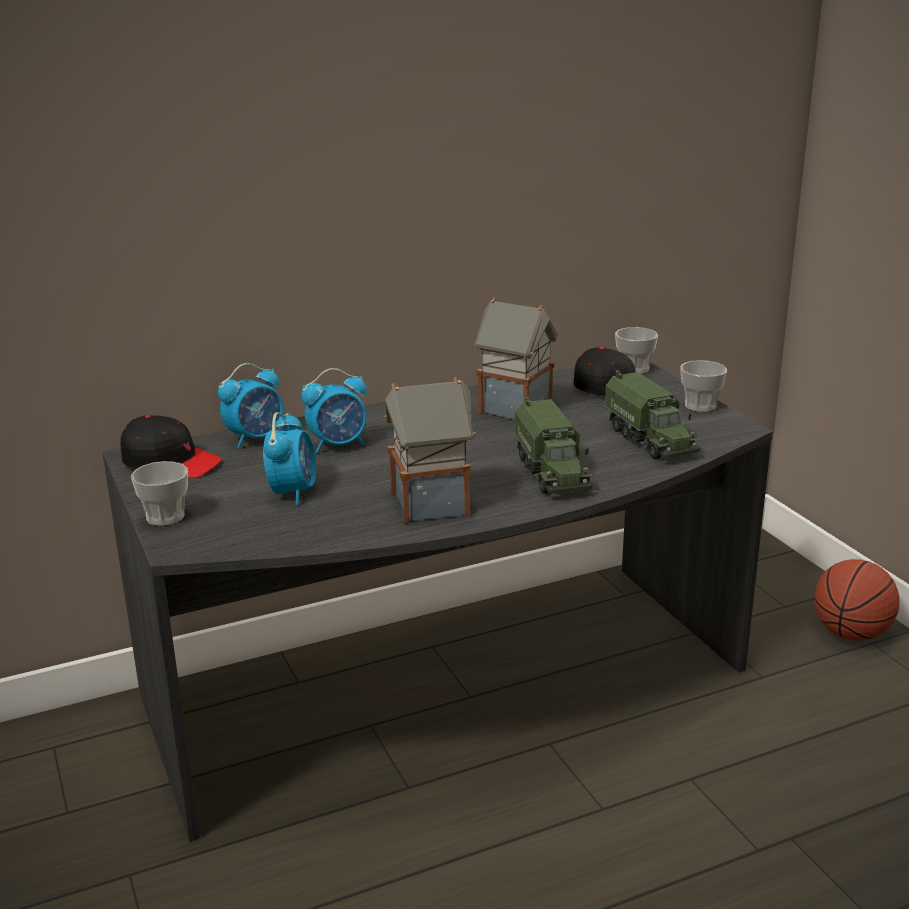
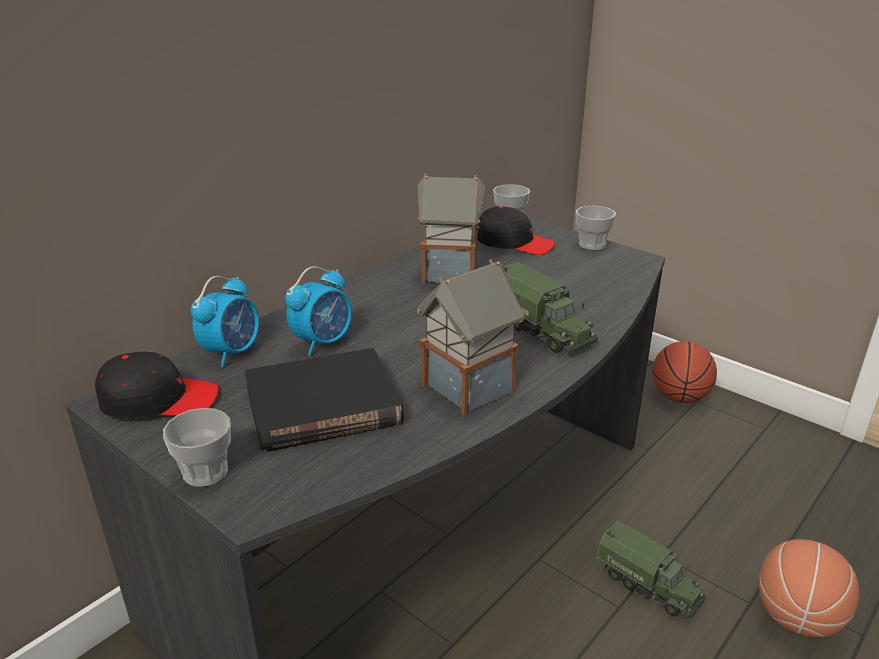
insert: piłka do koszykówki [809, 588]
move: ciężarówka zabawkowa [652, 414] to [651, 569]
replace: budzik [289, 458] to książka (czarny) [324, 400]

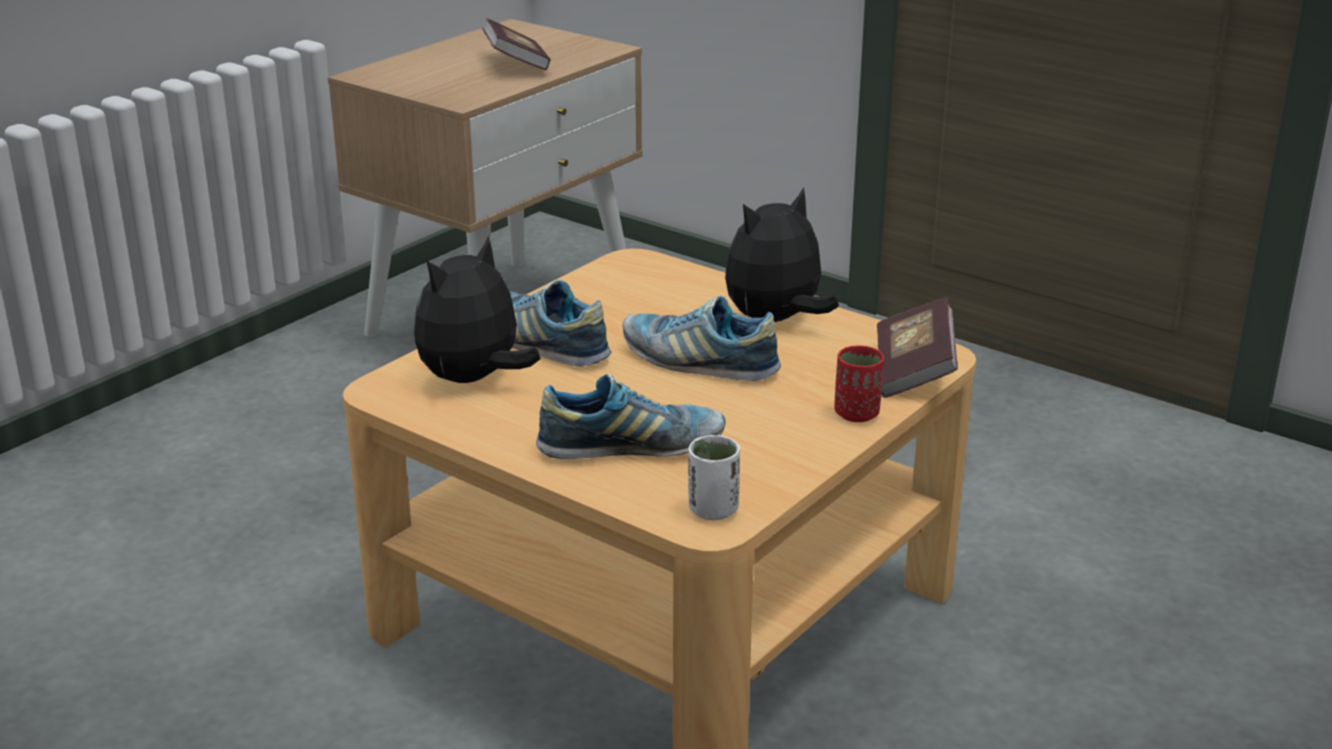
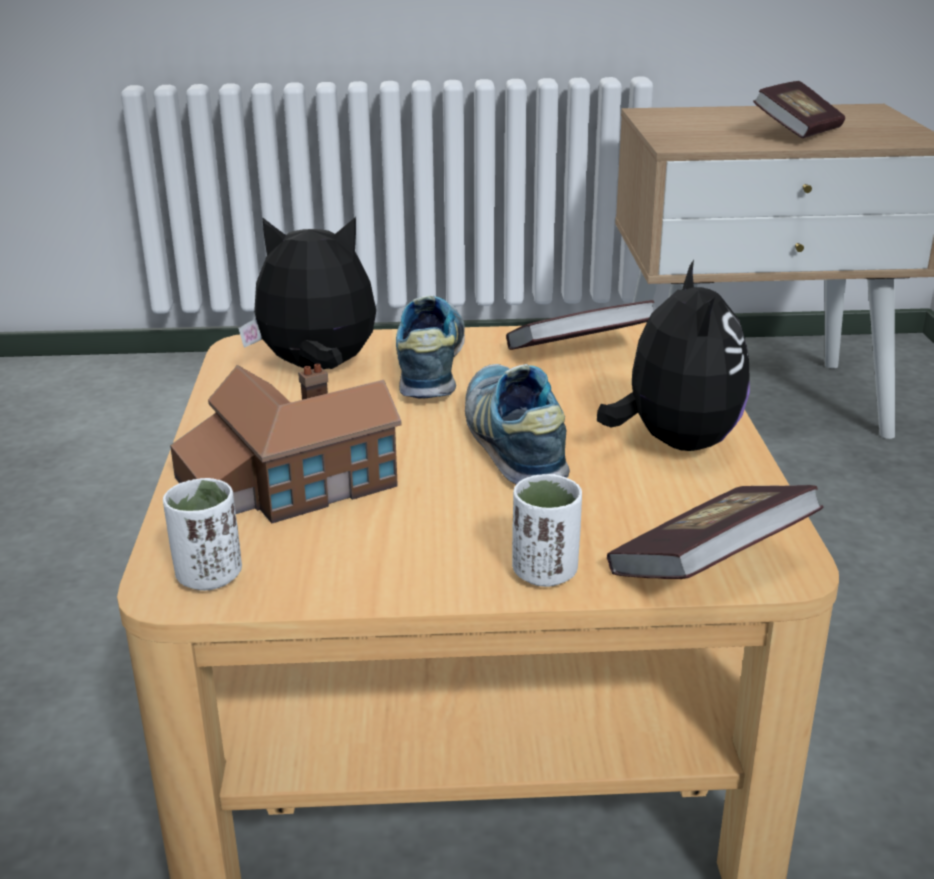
insert: książka [580, 325]
replace: but [630, 416] to domek [285, 443]
recolor: filiżanka (czerwony) [859, 384] to filiżanka (biały) [547, 530]
rotate: pluszak [782, 255] = [673, 355] 75 degrees clockwise

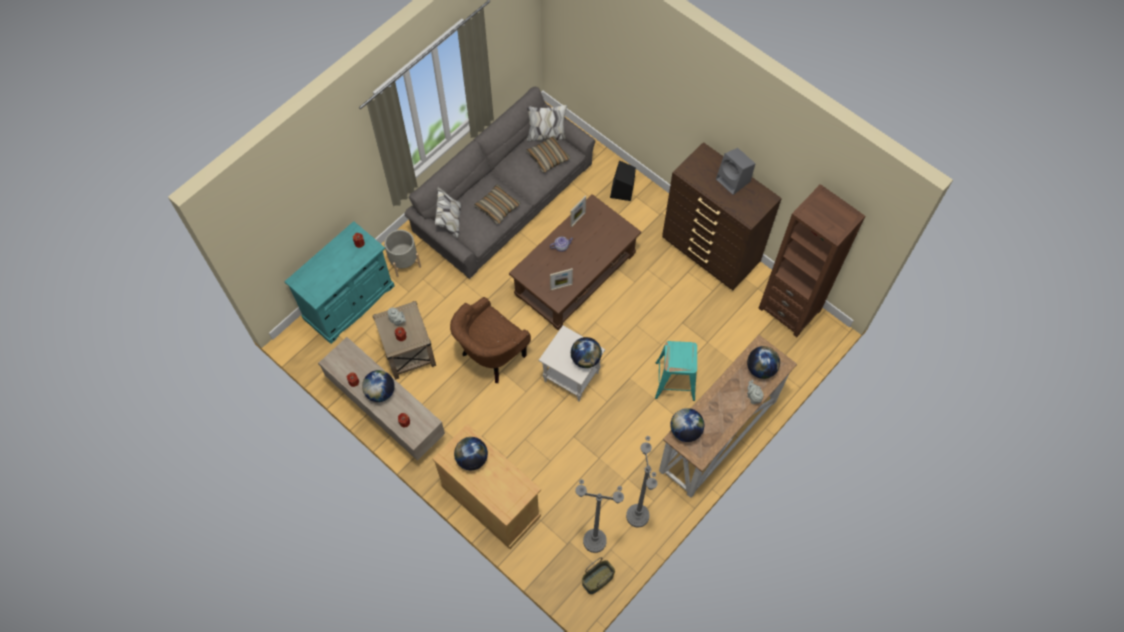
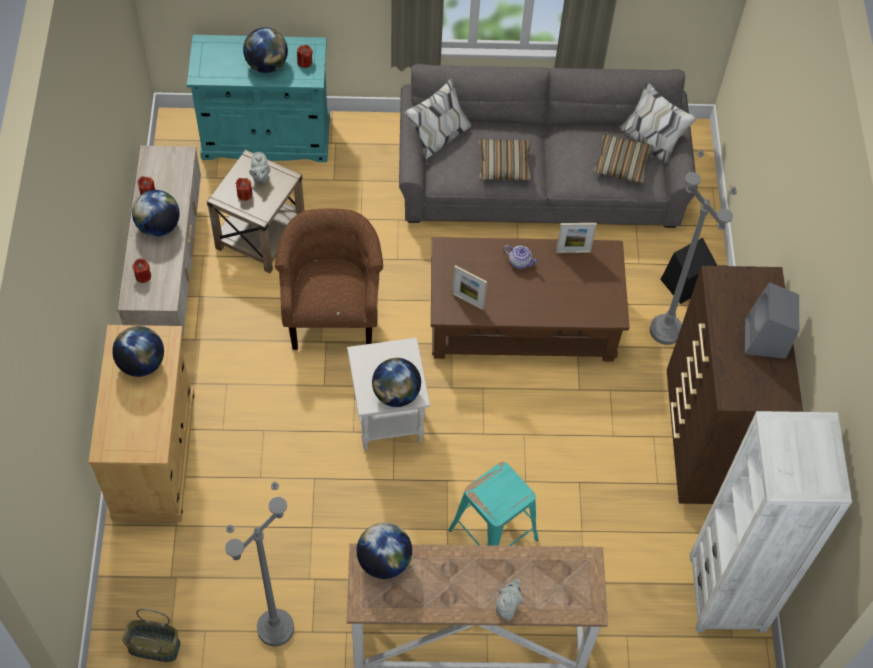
delete: donica (szary) [402, 253]
move: lampa stojąca (szary) [599, 516] to [693, 247]; globus [763, 362] to [265, 50]
recolor: regał (brązowy) [811, 260] to regał (biały) [770, 522]
rotate: fotel (brązowy) [490, 340] = [329, 279] 90 degrees clockwise

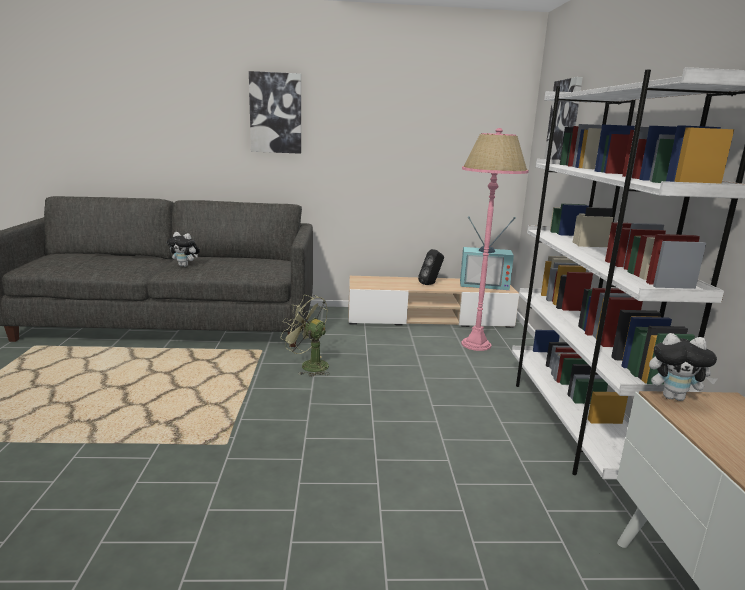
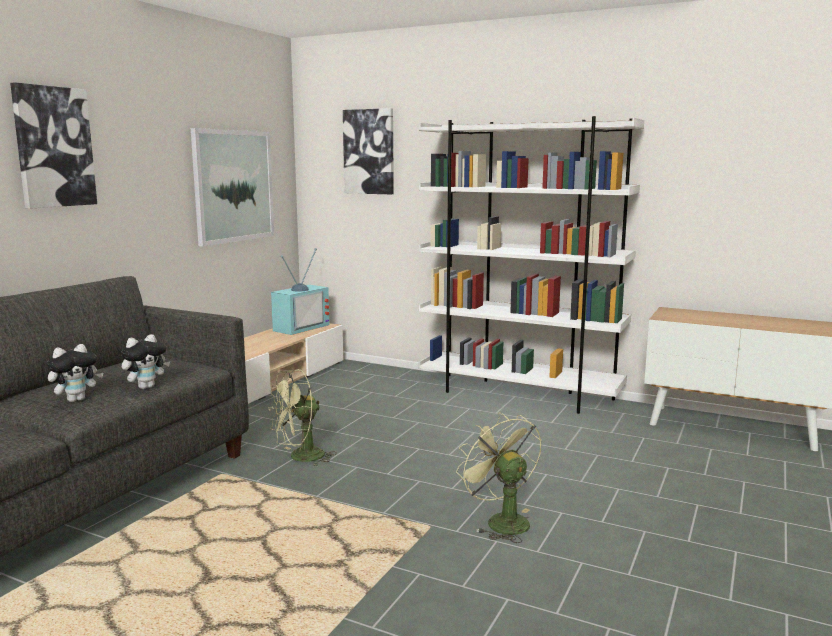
delete: głośnik (czarny) [431, 267]; lampa stojąca (różowy) [495, 239]
insert: obraz [232, 187]; wentylator (zielony) [499, 478]
move: pluszak [683, 367] to [145, 361]

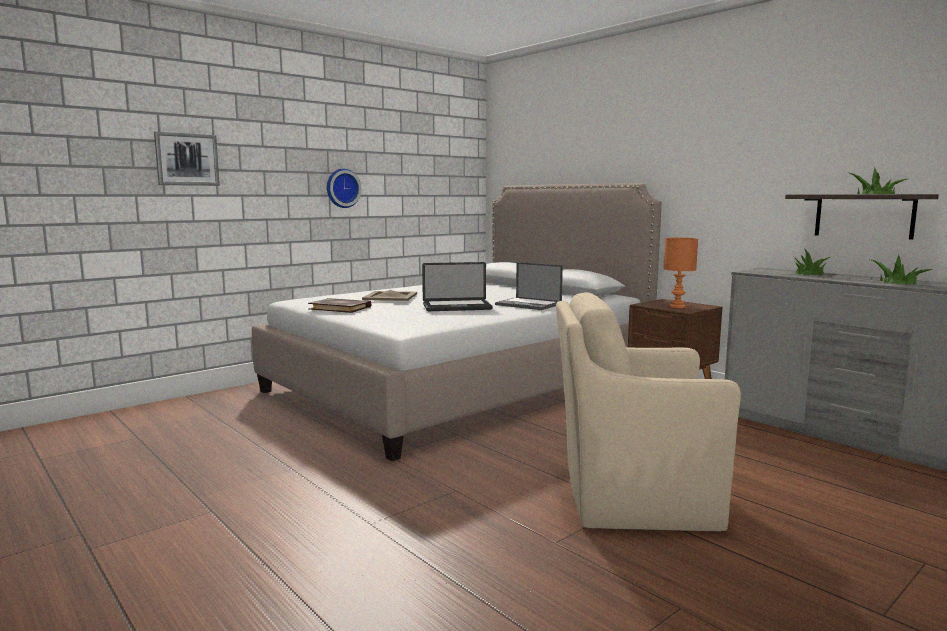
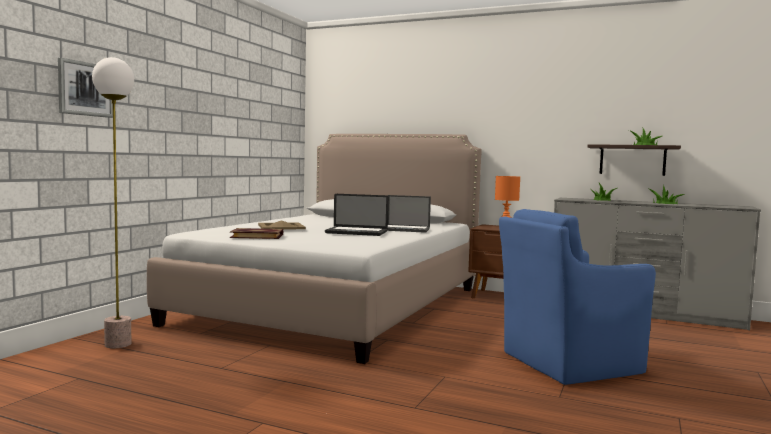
delete: zegar ścienny [344, 188]
insert: lampa stojąca [113, 202]
recolor: fotel (beżowy) [648, 411] to fotel (niebieski) [577, 297]
rotate: laptop [457, 286] = [357, 215] 45 degrees clockwise

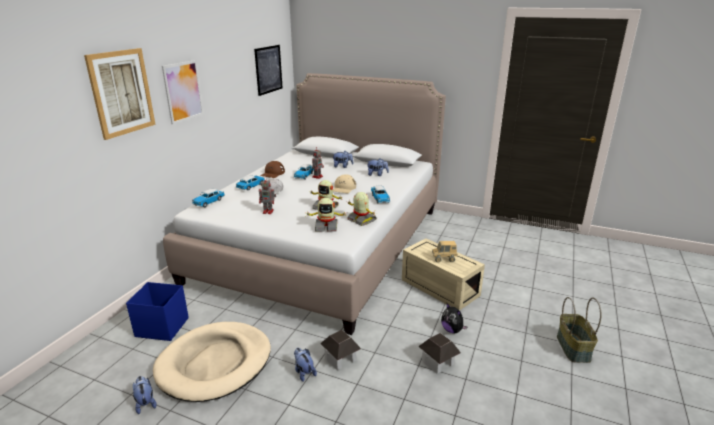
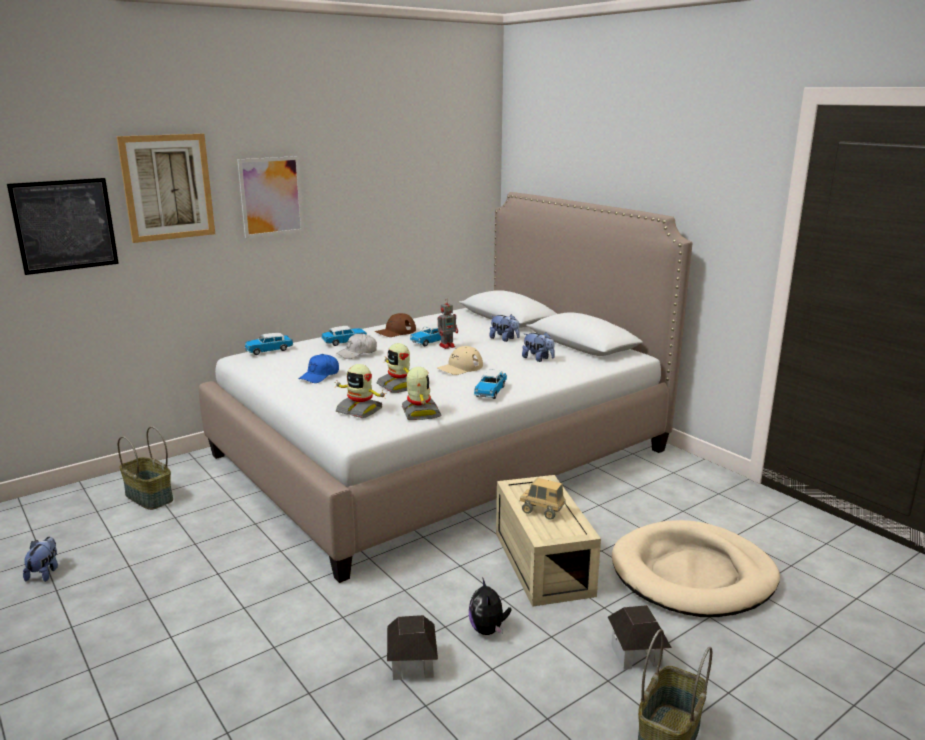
delete: pluszak [305, 365]
move: legowisko (beżowy) [212, 362] to [696, 568]; obraz [268, 70] to [63, 226]; domek [340, 350] to [640, 637]
replace: pojemnik do przechowywania (niebieski) [157, 311] to koszyk [145, 468]; robot zabawkowy [267, 196] to czapka z daszkiem (niebieski) [319, 368]

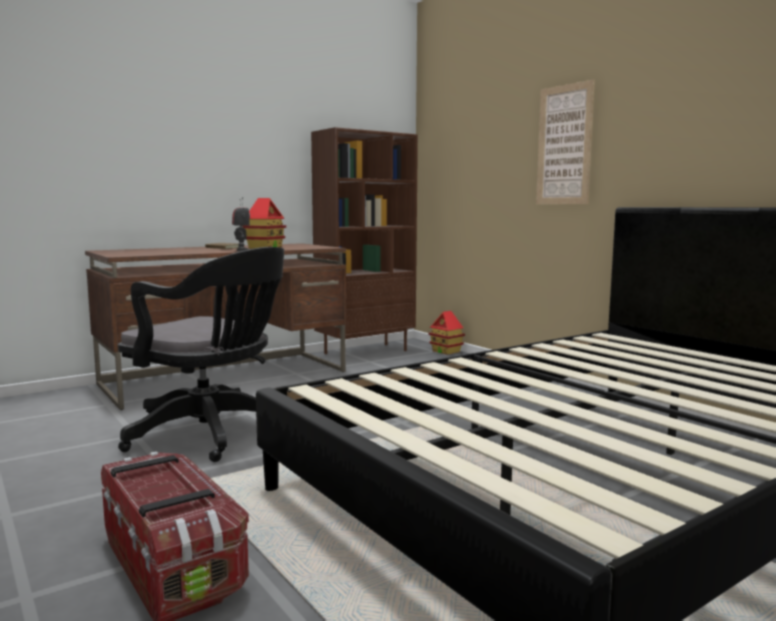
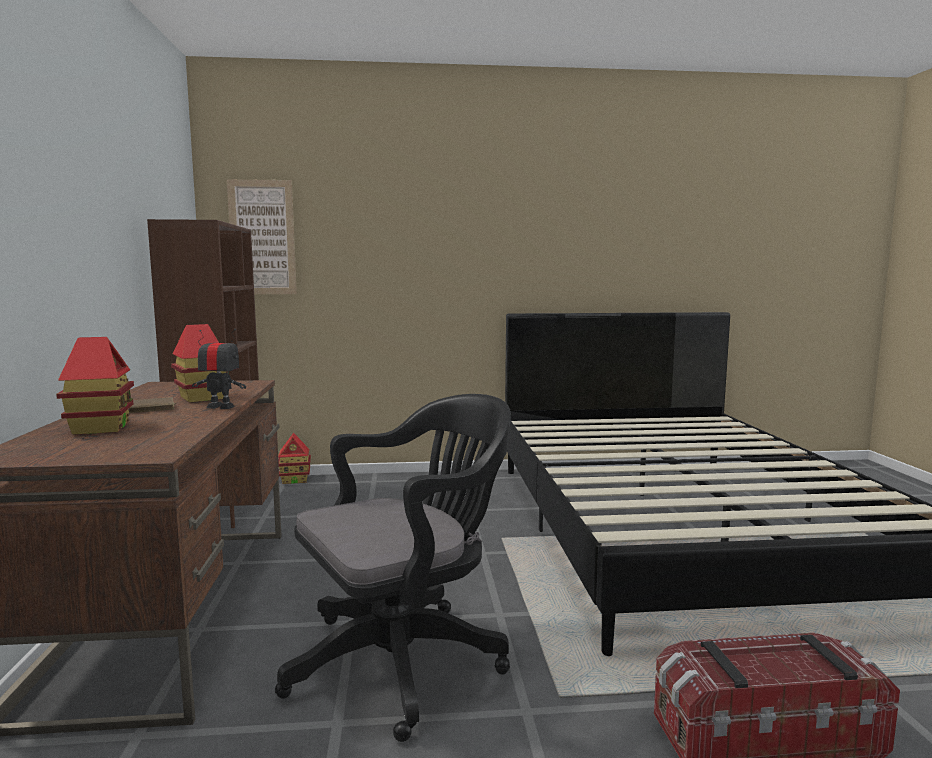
insert: domek [95, 386]
move: obraz [565, 141] to [262, 236]

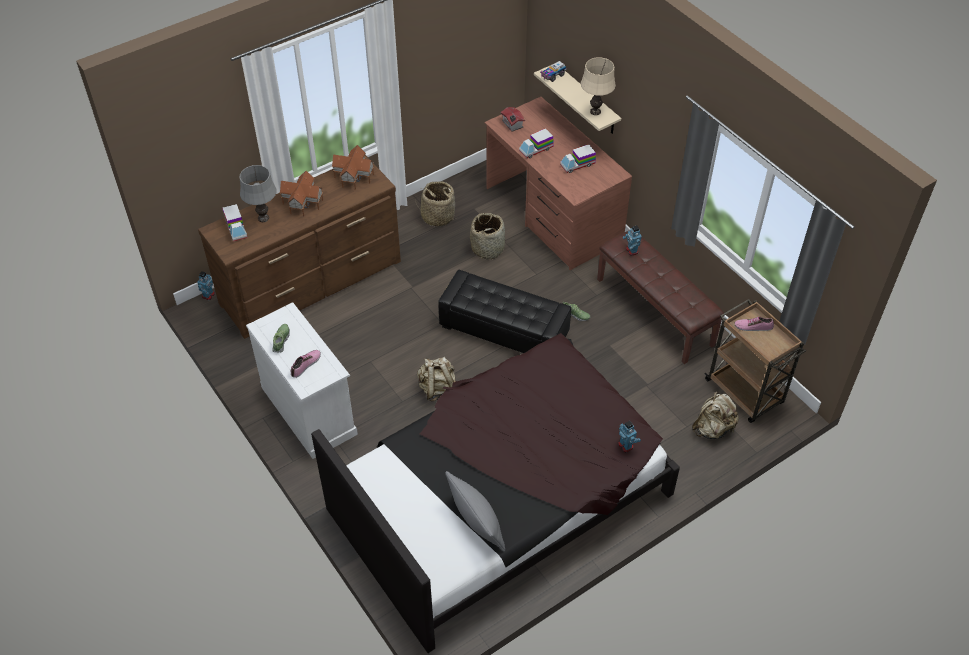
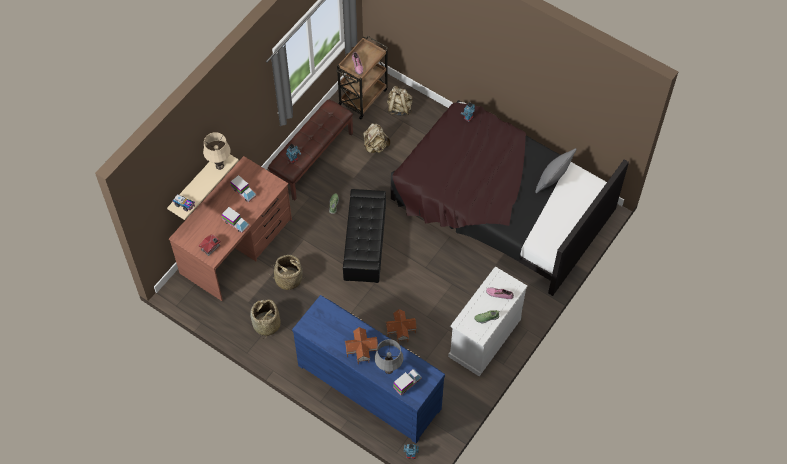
move: domek [353, 167] to [401, 326]; plecak (beżowy) [436, 379] to [376, 138]
recolor: komoda (brązowy) [299, 247] to komoda (niebieski) [368, 369]

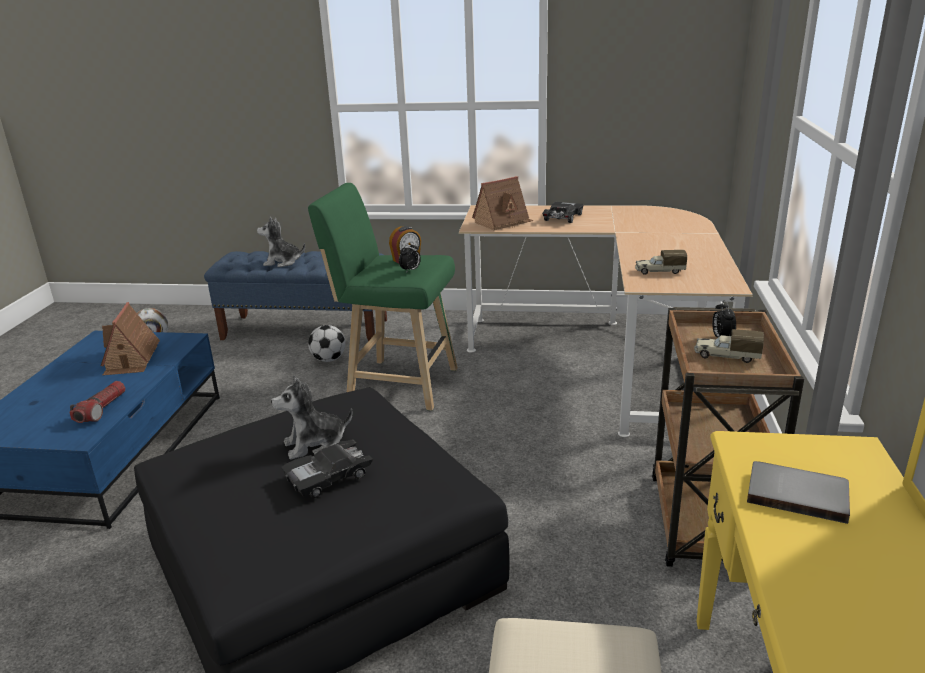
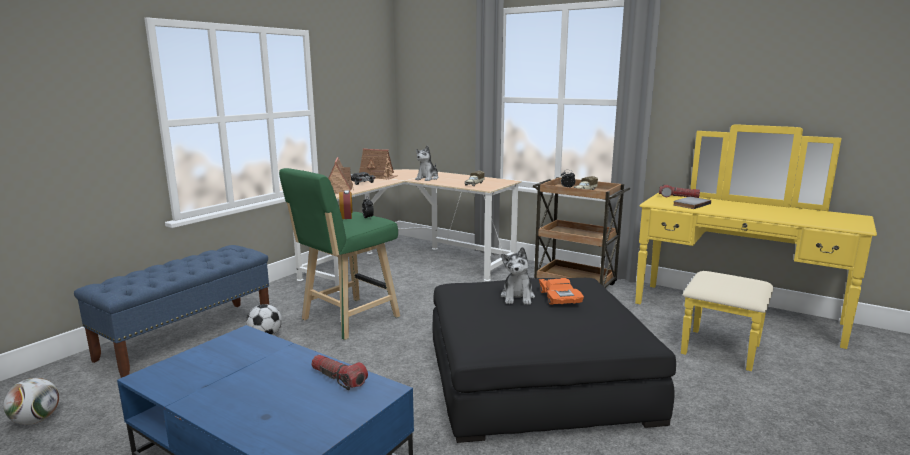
insert: latarka [679, 191]
move: domek [130, 338] to [378, 164]; pluszak [281, 242] to [427, 163]
recolor: samochodzik (czarny) [327, 468] to samochodzik (pomarańczowy) [561, 291]

